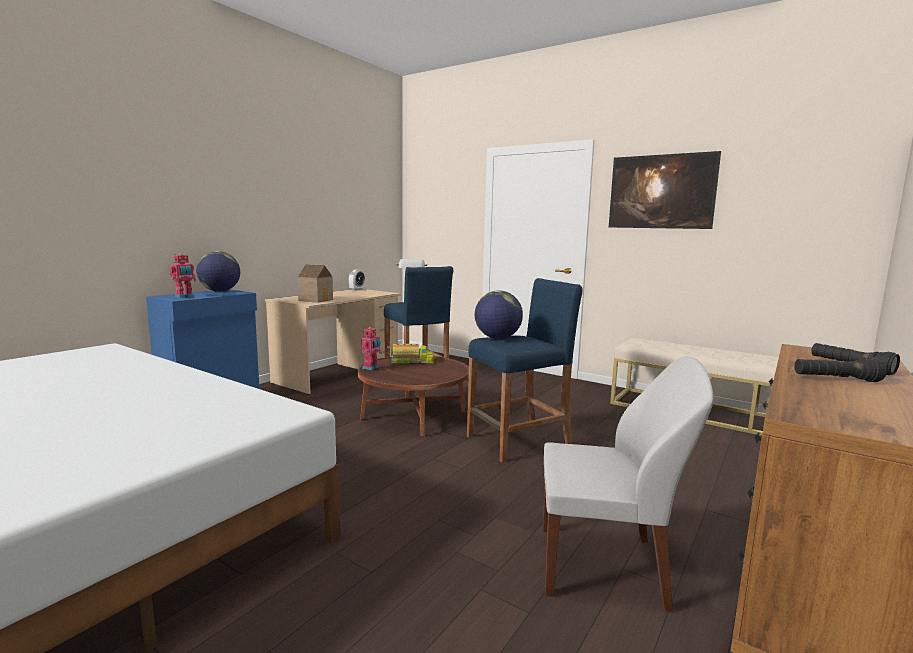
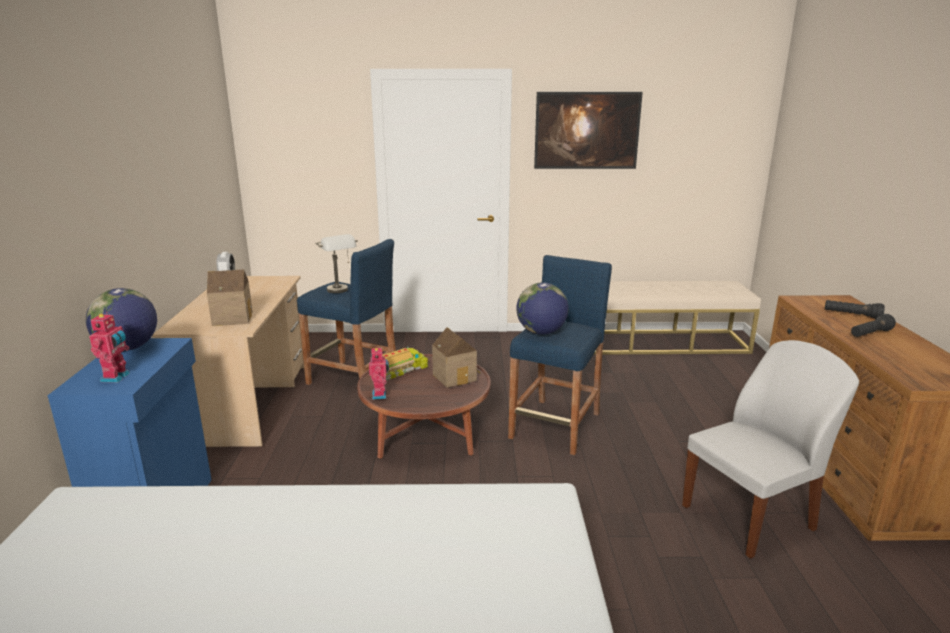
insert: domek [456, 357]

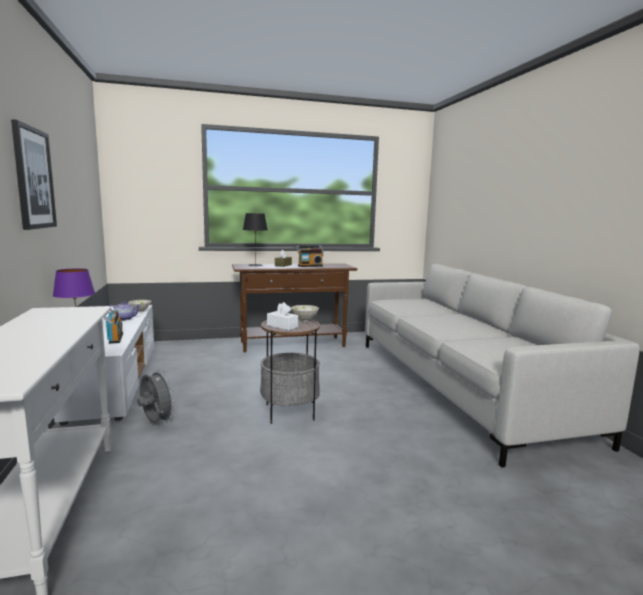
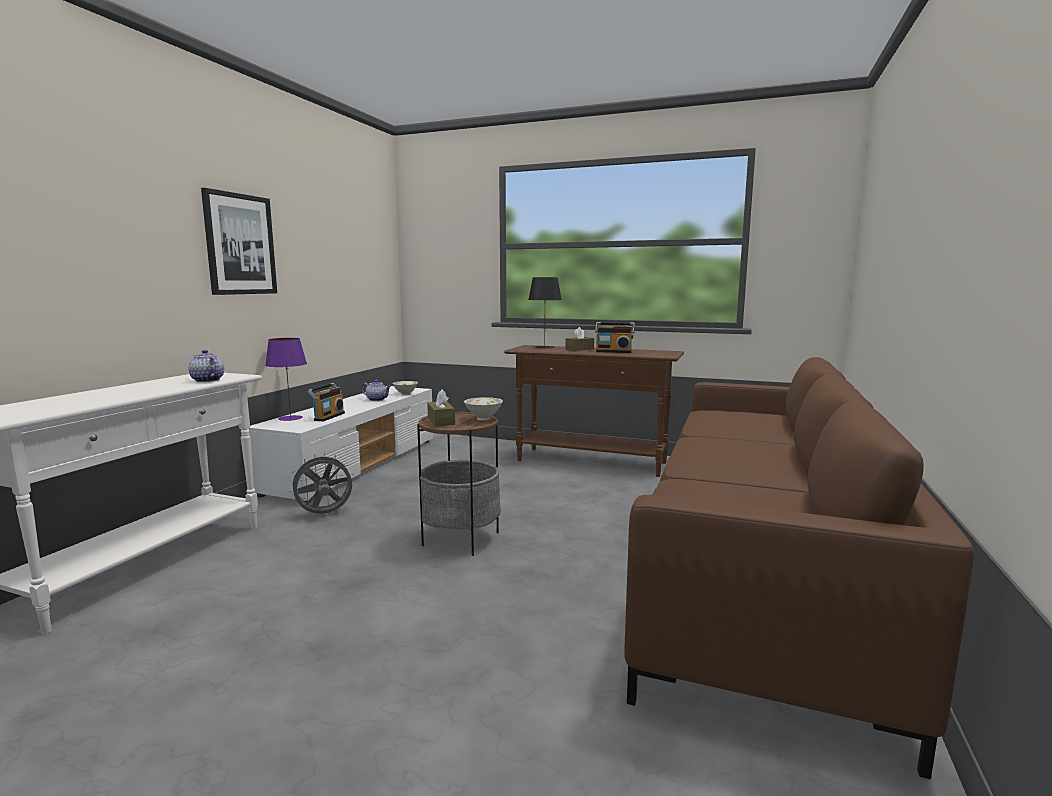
insert: imbryk [206, 366]
recolor: pudełko chusteczek (biały) [282, 316] to pudełko chusteczek (brązowy) [441, 408]; kanapa (szary) [502, 366] to kanapa (brązowy) [799, 568]
rotate: wentylator (szary) [156, 396] = [321, 483] 105 degrees counterclockwise

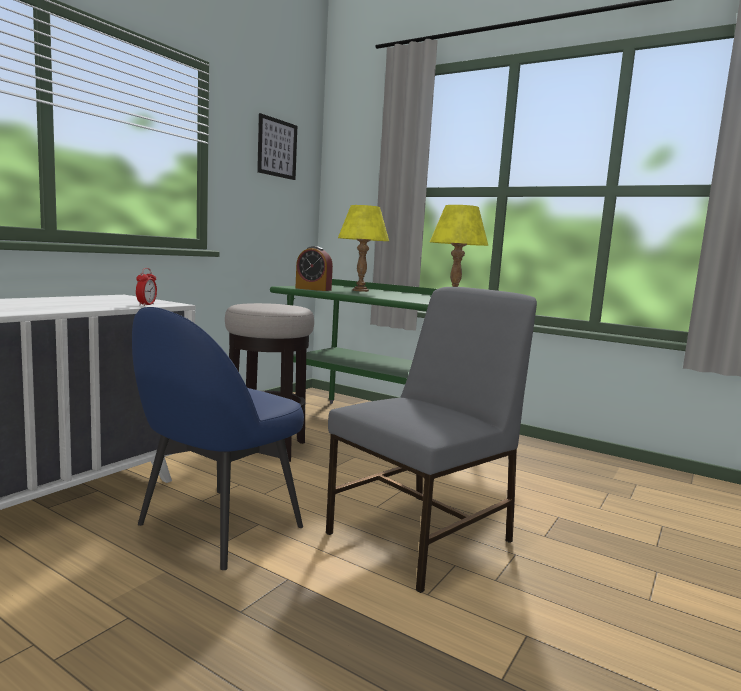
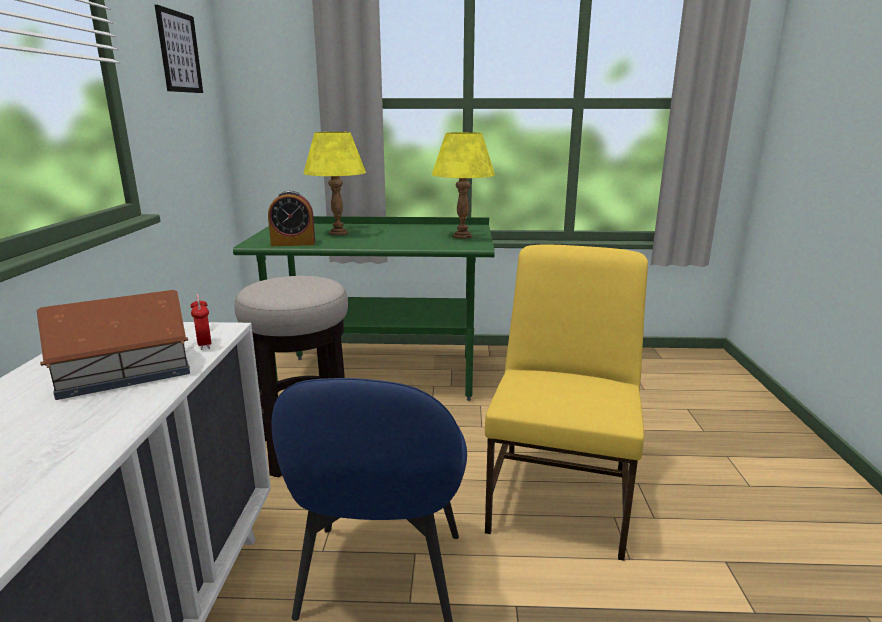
insert: domek [113, 345]
recolor: krzesło (szary) [431, 440] to krzesło (żółty) [566, 403]

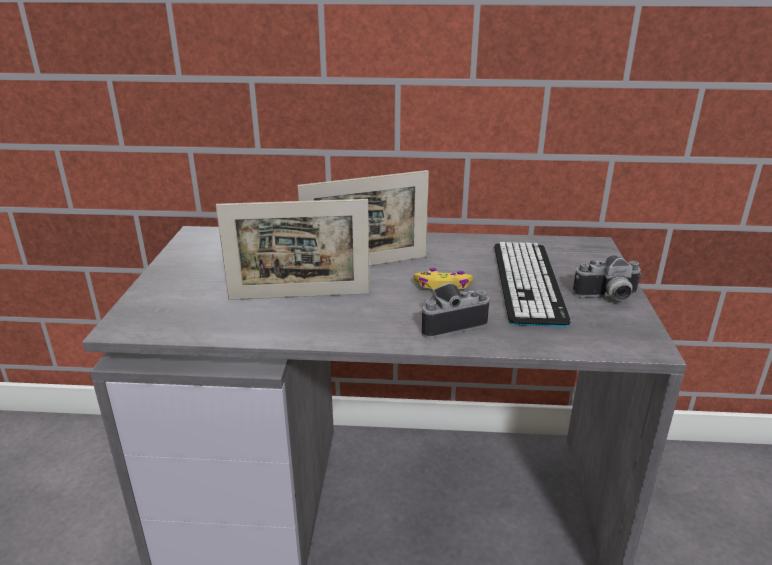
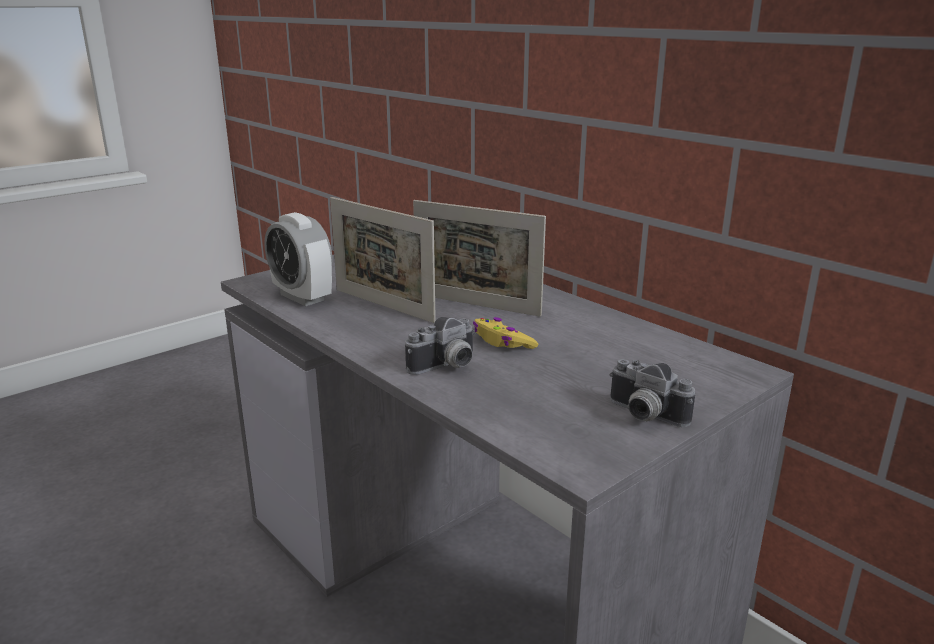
delete: klawiatura [532, 284]
insert: budzik [298, 259]
rotate: aparat fotograficzny [454, 310] = [440, 346] 120 degrees clockwise

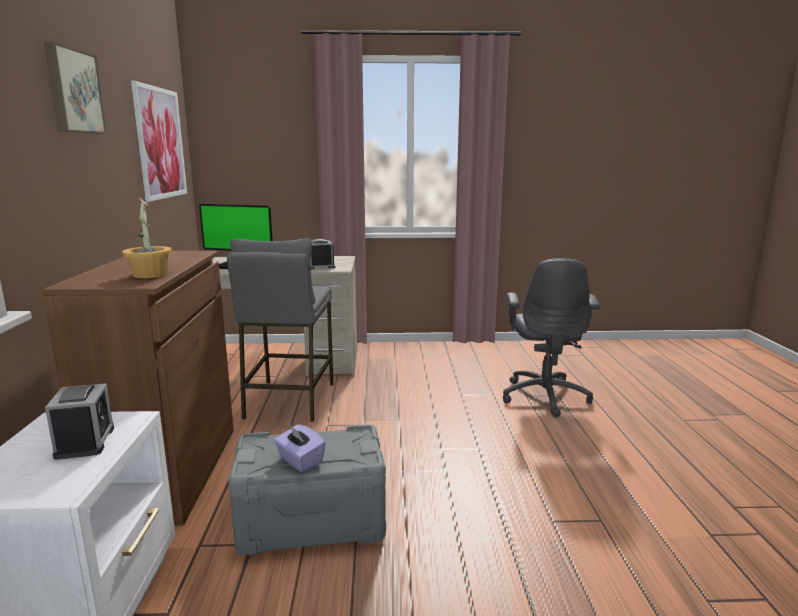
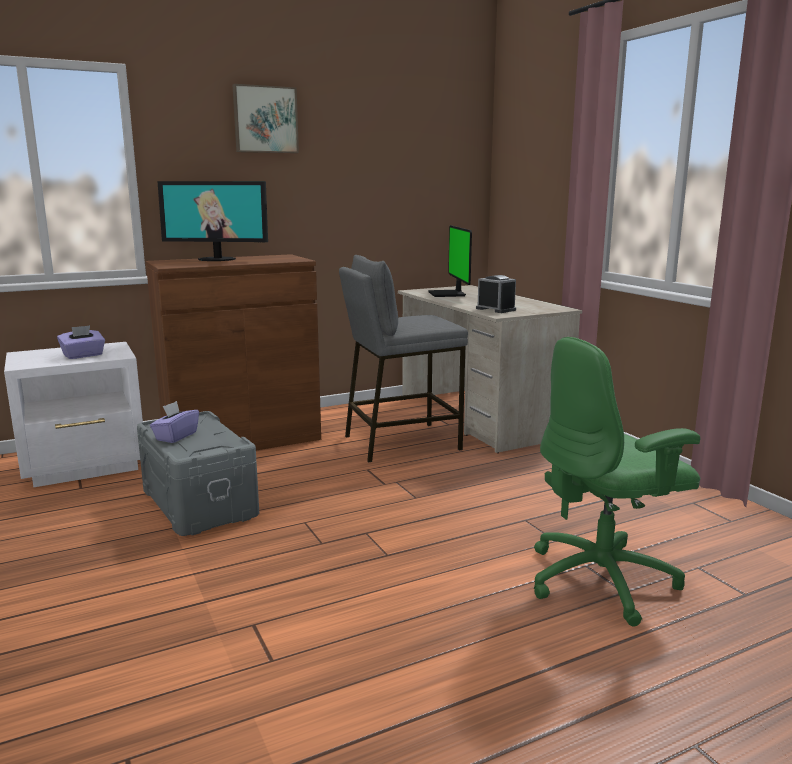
delete: roślina doniczkowa [147, 238]; obraz [159, 141]
insert: monitor [212, 221]
replace: budzik [79, 421] to pudełko chusteczek (fioletowy) [81, 342]
recolor: krzesło biurowe (szary) [551, 337] to krzesło biurowe (zielony) [617, 481]

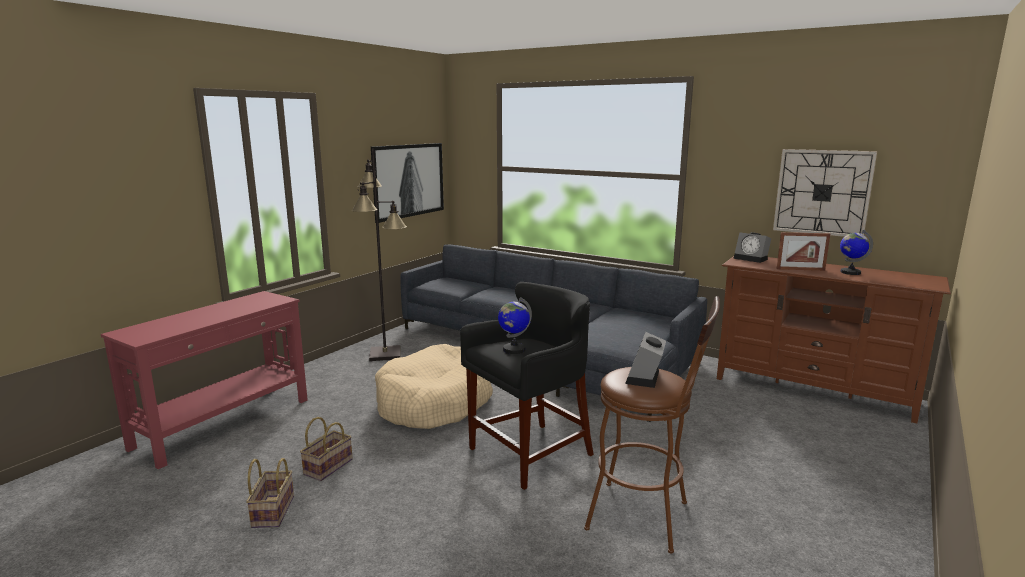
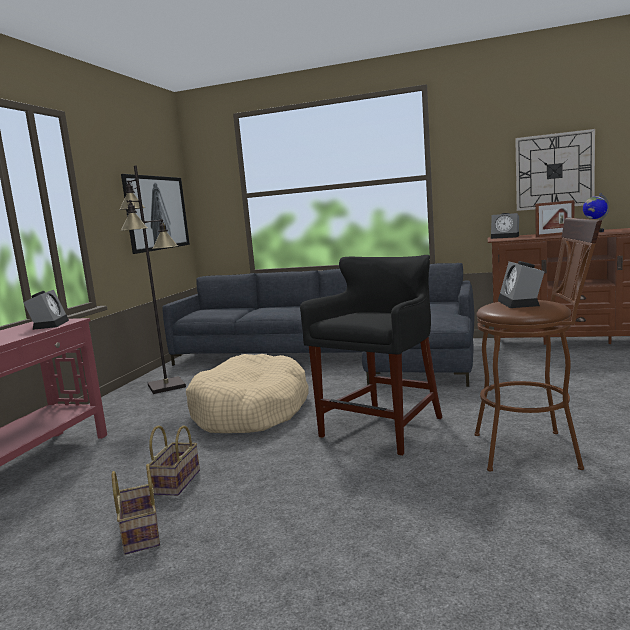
delete: globus [515, 325]
insert: budzik [46, 310]

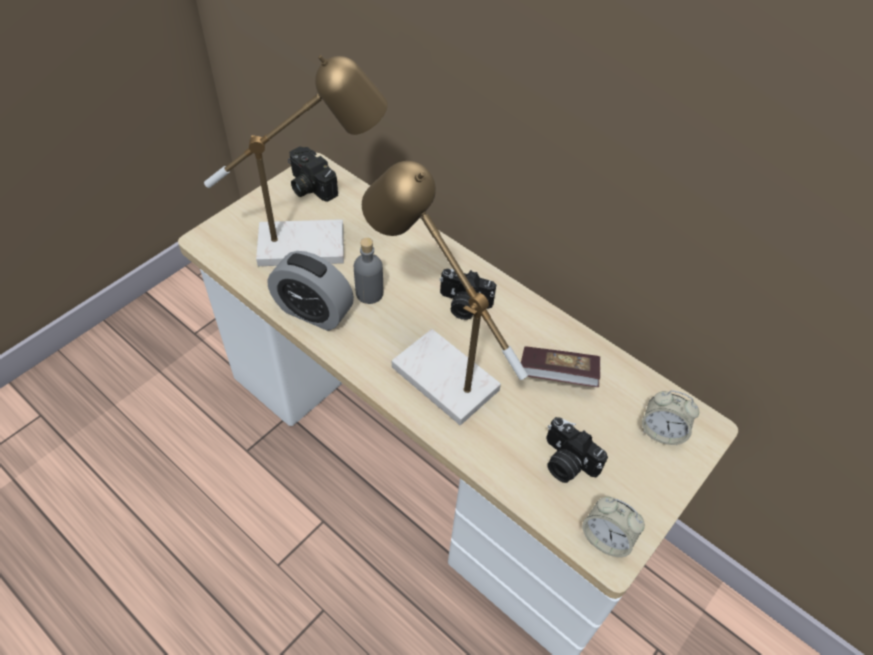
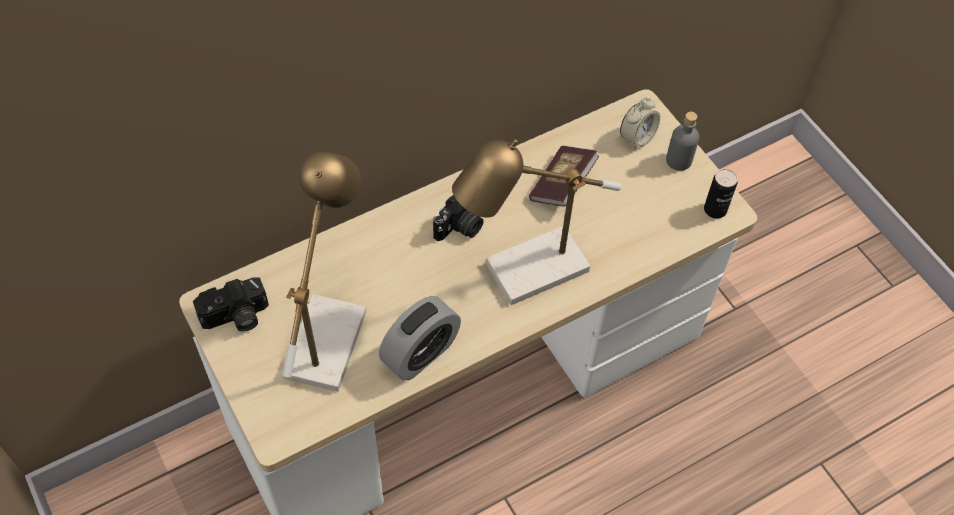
delete: aparat fotograficzny [577, 450]
move: butelka (szary) [368, 271] to [682, 141]
replace: budzik [613, 526] to puszka [721, 194]

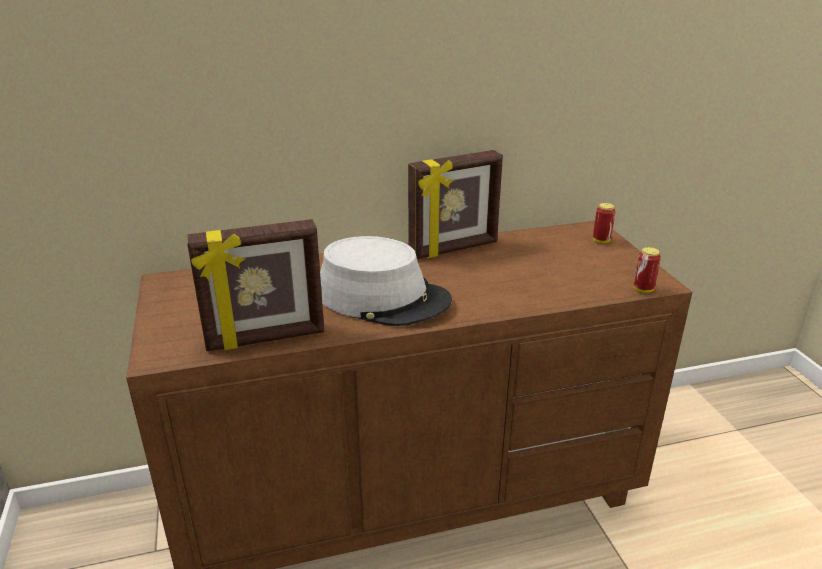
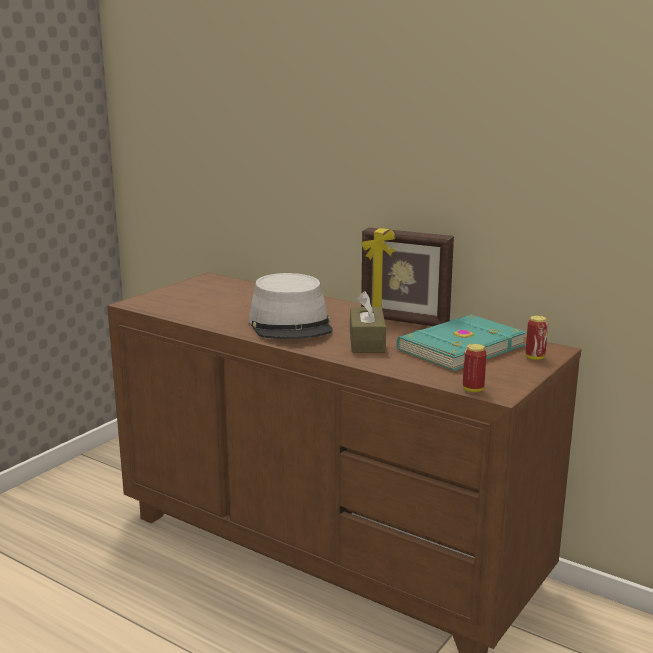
delete: ramka na zdjęcie [255, 285]
insert: pudełko chusteczek (brązowy) [368, 322]; książka (turkusowy) [462, 343]

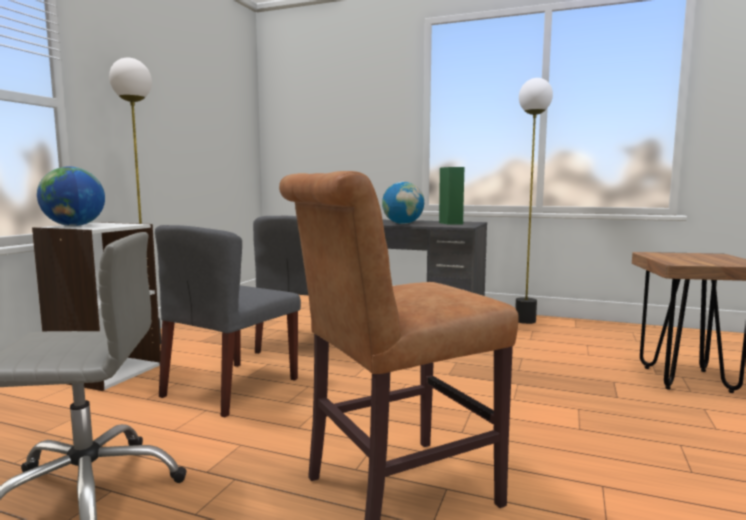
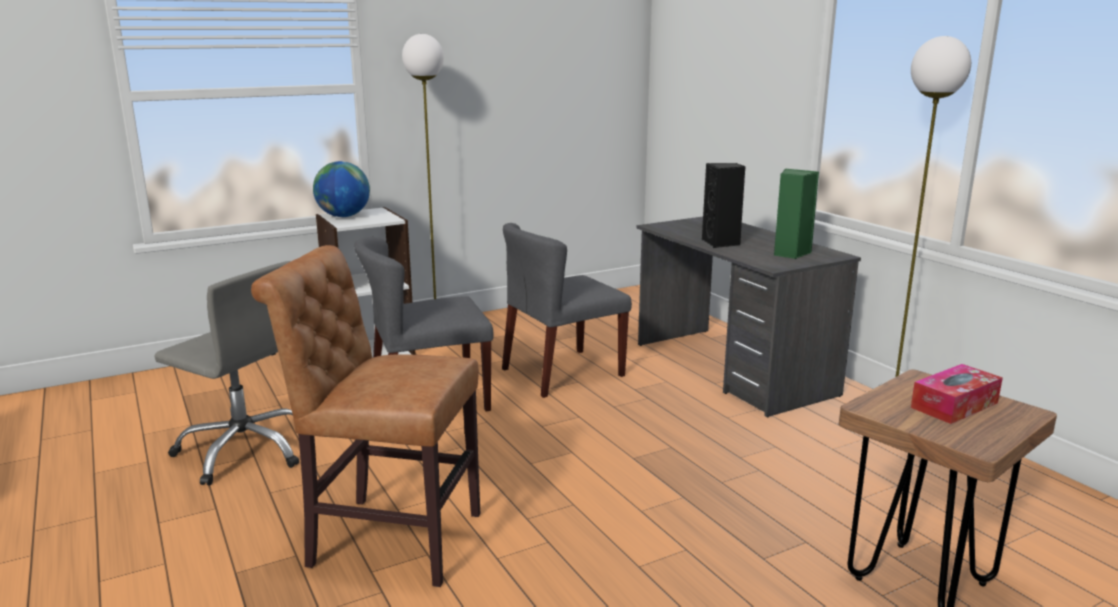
insert: pudełko chusteczek [957, 394]
replace: globus [403, 203] to głośnik (czarny) [724, 205]

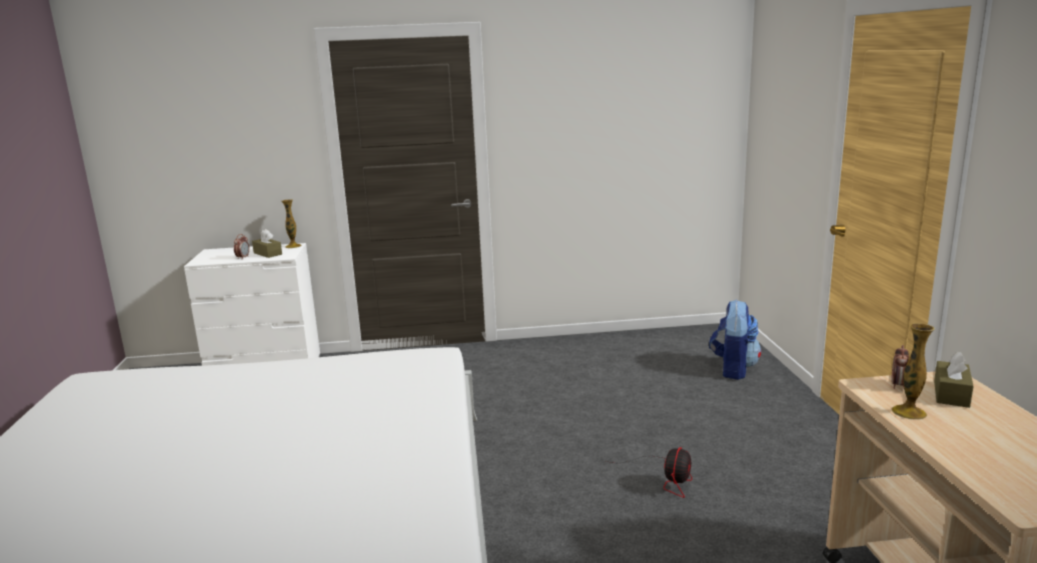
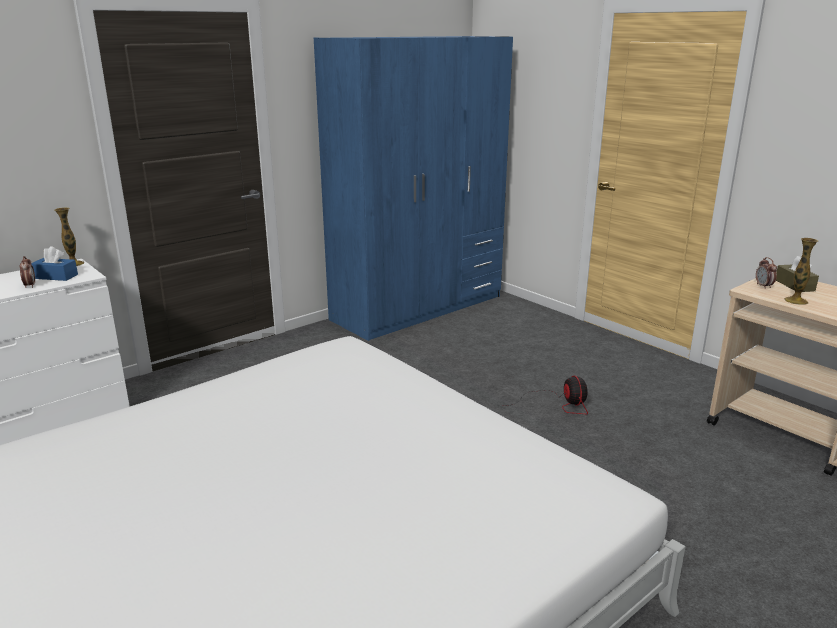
delete: plecak [735, 340]
insert: szafa (niebieski) [413, 188]
recolor: pudełko chusteczek (brązowy) [267, 243] to pudełko chusteczek (niebieski) [55, 263]

